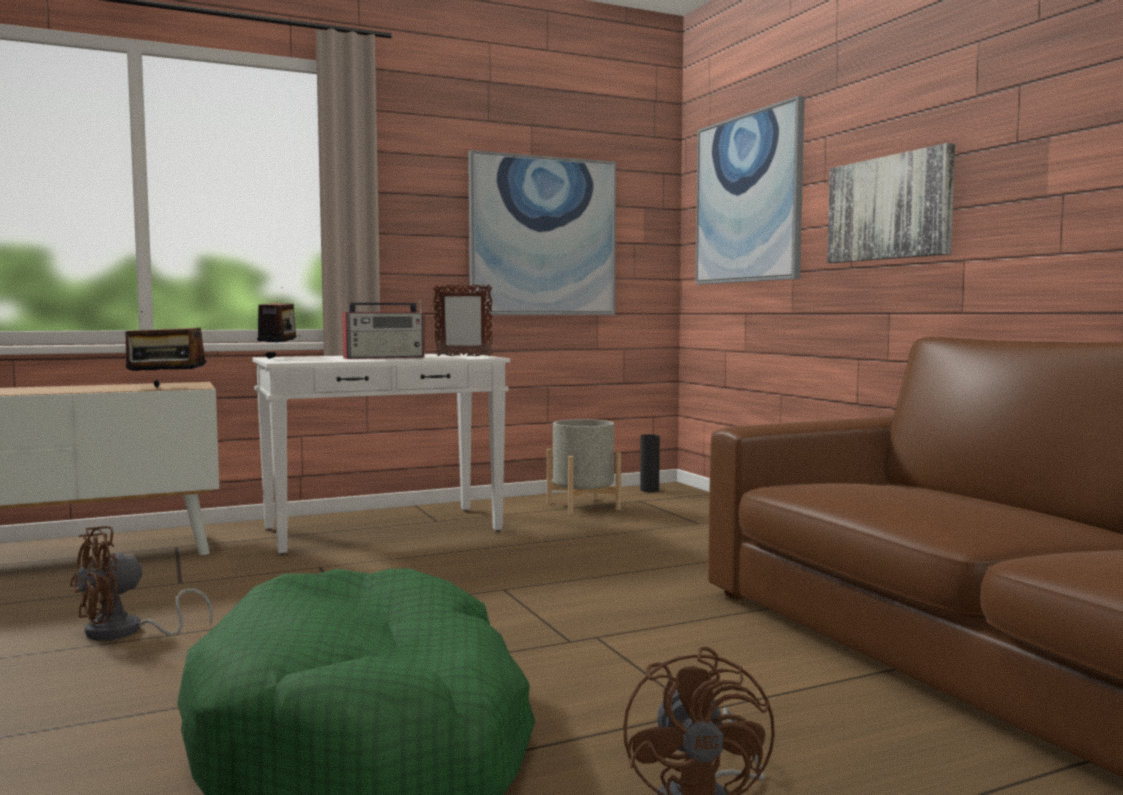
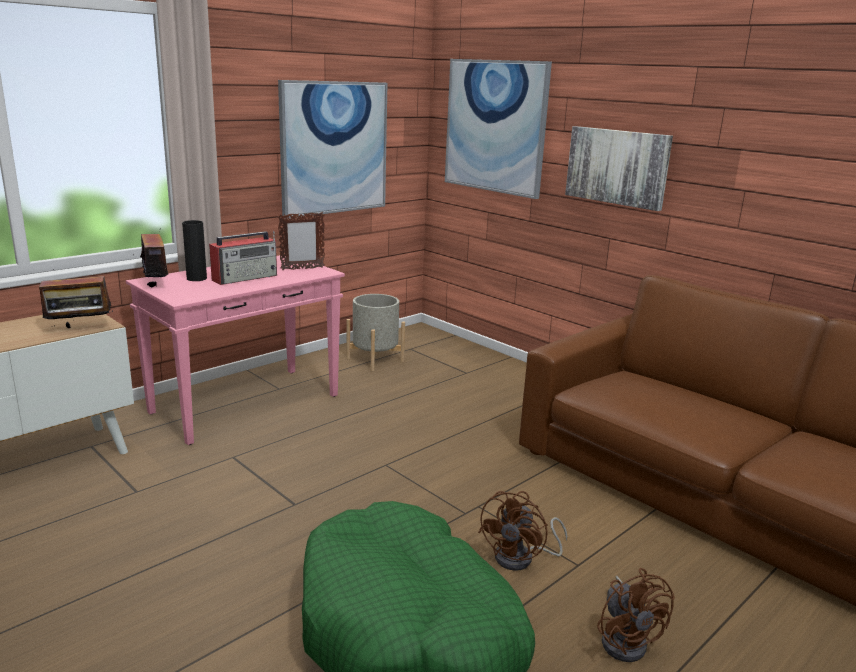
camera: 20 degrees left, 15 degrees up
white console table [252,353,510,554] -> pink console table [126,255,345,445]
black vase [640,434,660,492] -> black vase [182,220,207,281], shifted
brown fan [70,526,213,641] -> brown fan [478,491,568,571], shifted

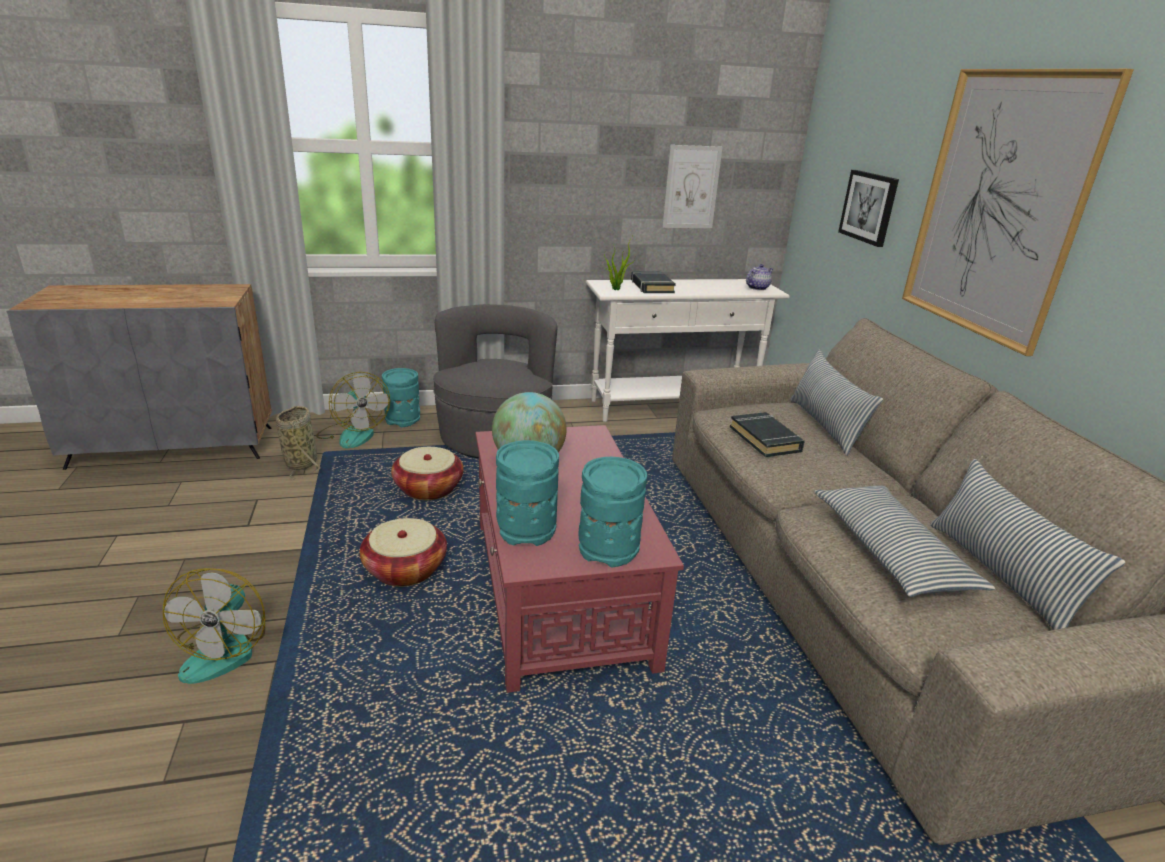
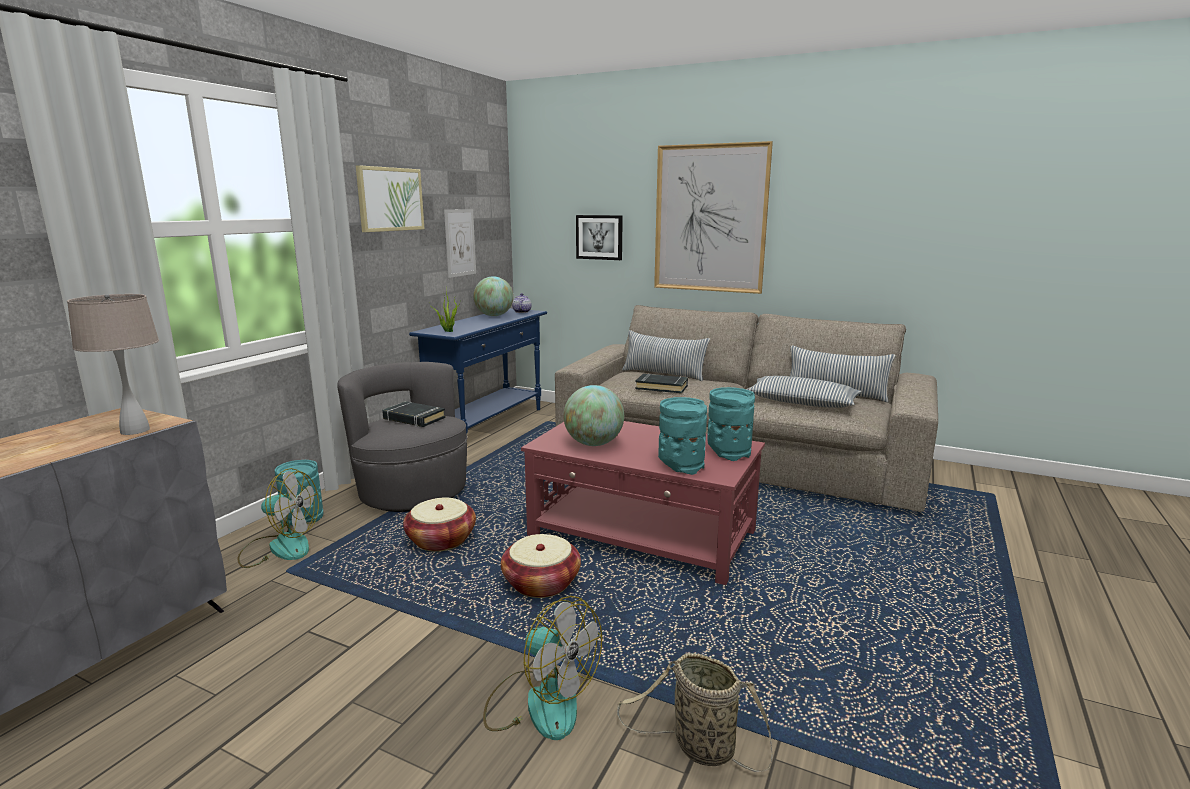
camera: 50 degrees left, 10 degrees down
none -> beige table lamp [67,294,159,435]
none -> picture [356,165,425,232]
black book [631,271,676,293] -> black book [382,401,446,427], shifted
white console table [585,279,790,422] -> blue console table [409,308,547,441]
none -> globe [474,276,513,316]
basket [276,406,321,479] -> basket [617,653,773,772], shifted

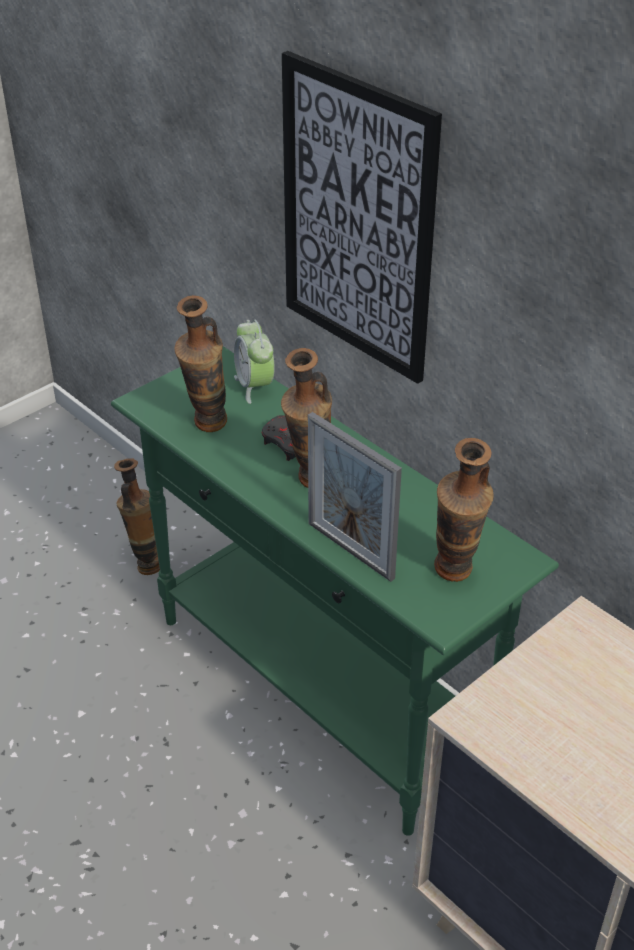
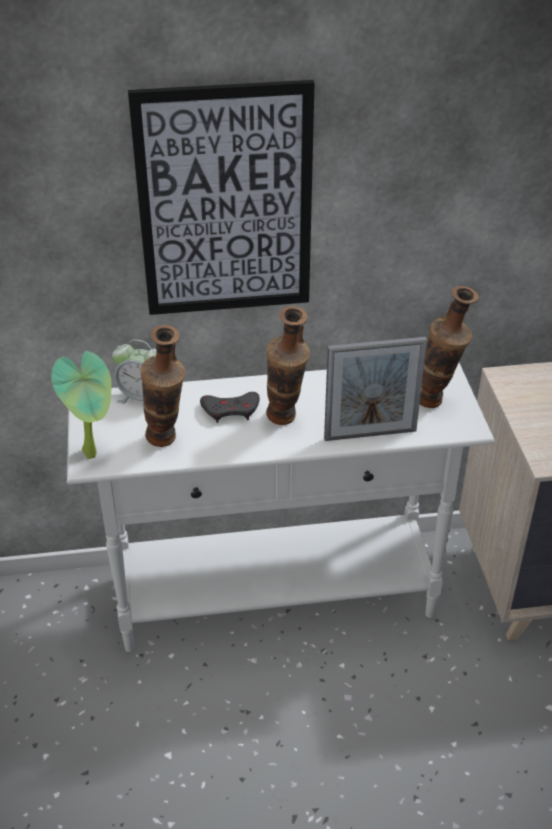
camera: 55 degrees left, 0 degrees up
none -> potted plant [51,351,111,459]
green console table [111,346,559,836] -> white console table [67,363,495,652]
vase [114,459,160,575] -> none

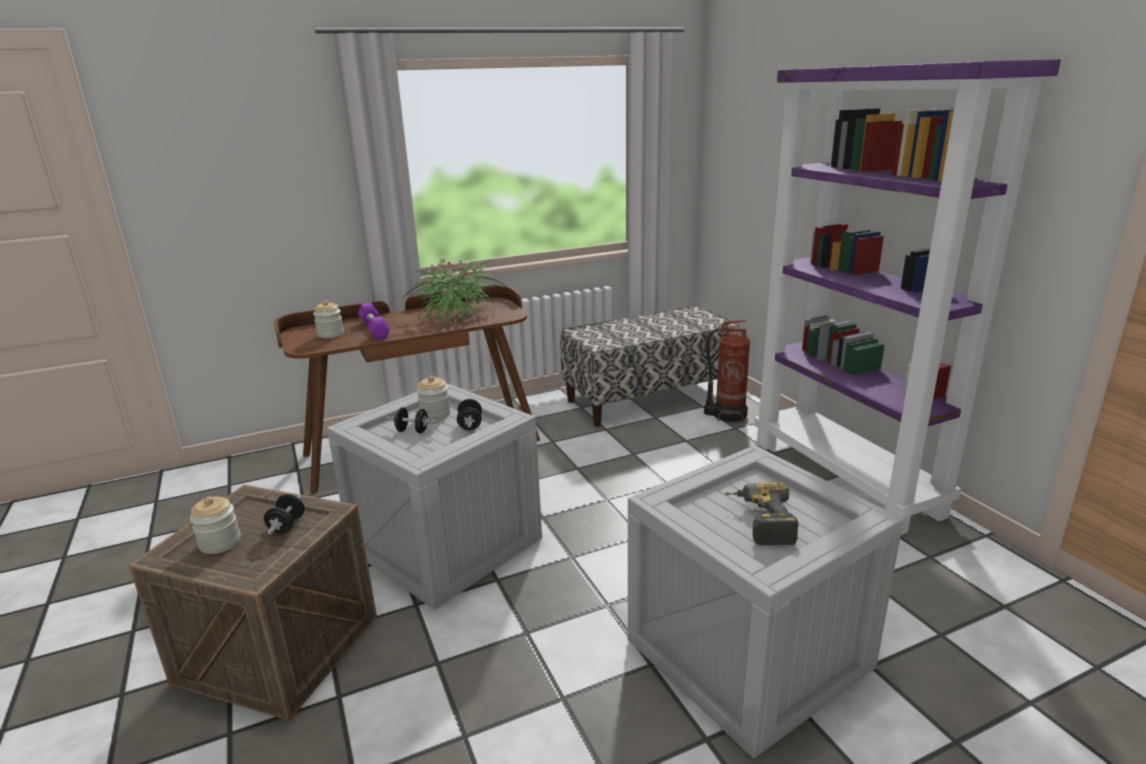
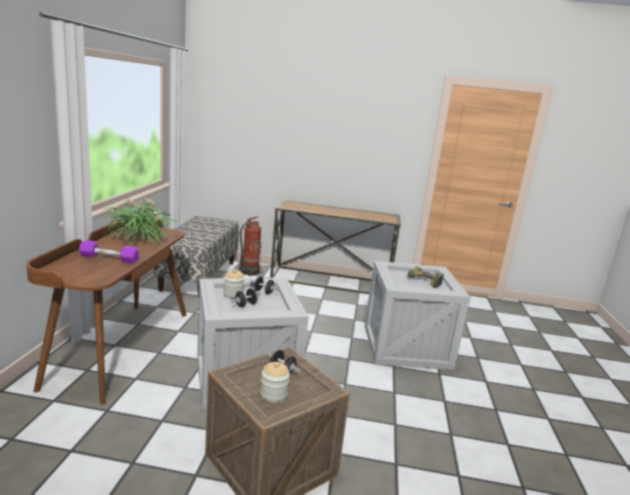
camera: 60 degrees left, 5 degrees down
purple bookcase [754,59,1061,535] -> console table [270,200,401,294]
jar [313,300,344,338] -> none

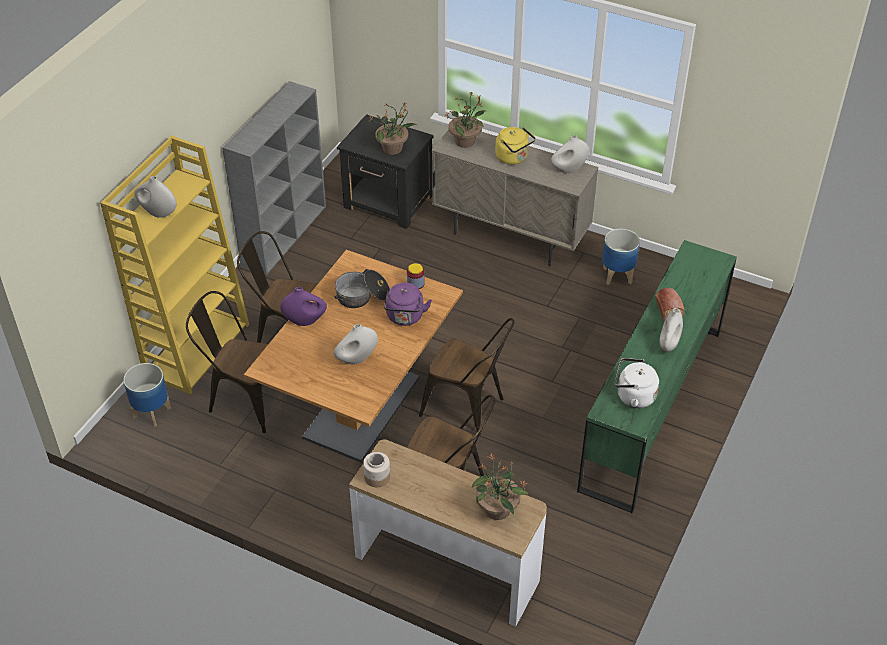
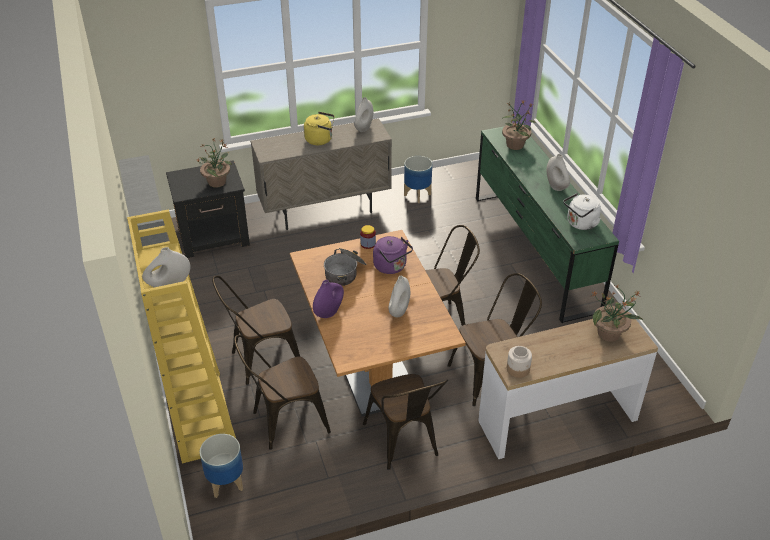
camera: 45 degrees left, 5 degrees down
none -> brown chair [363,374,448,470]
potted plant [444,92,485,148] -> potted plant [502,101,536,150], shifted
bread [655,288,684,322] -> none

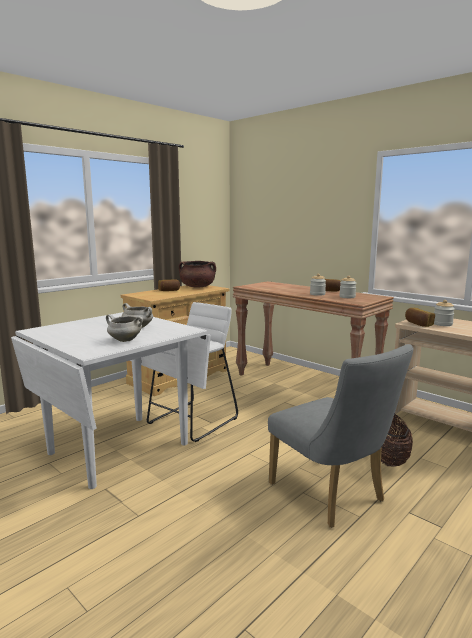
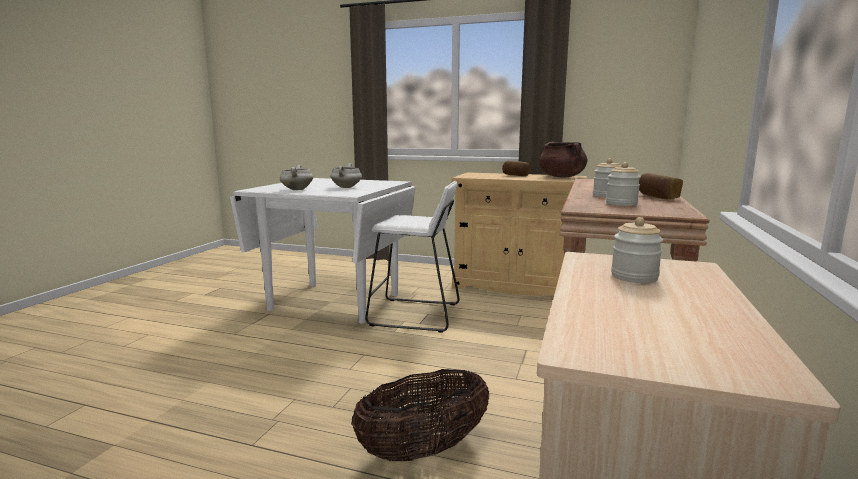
camera: 65 degrees right, 0 degrees up
grey chair [268,344,413,528] -> none
bread [405,308,435,327] -> none

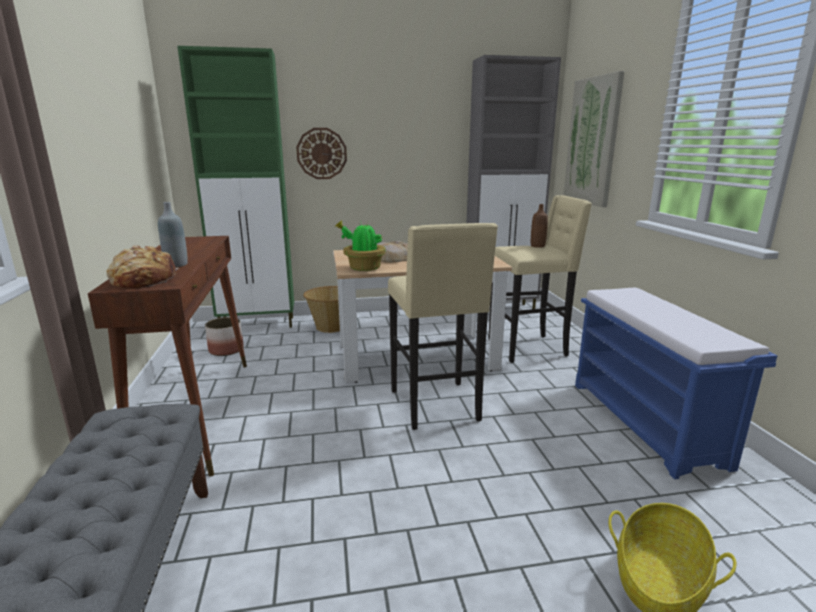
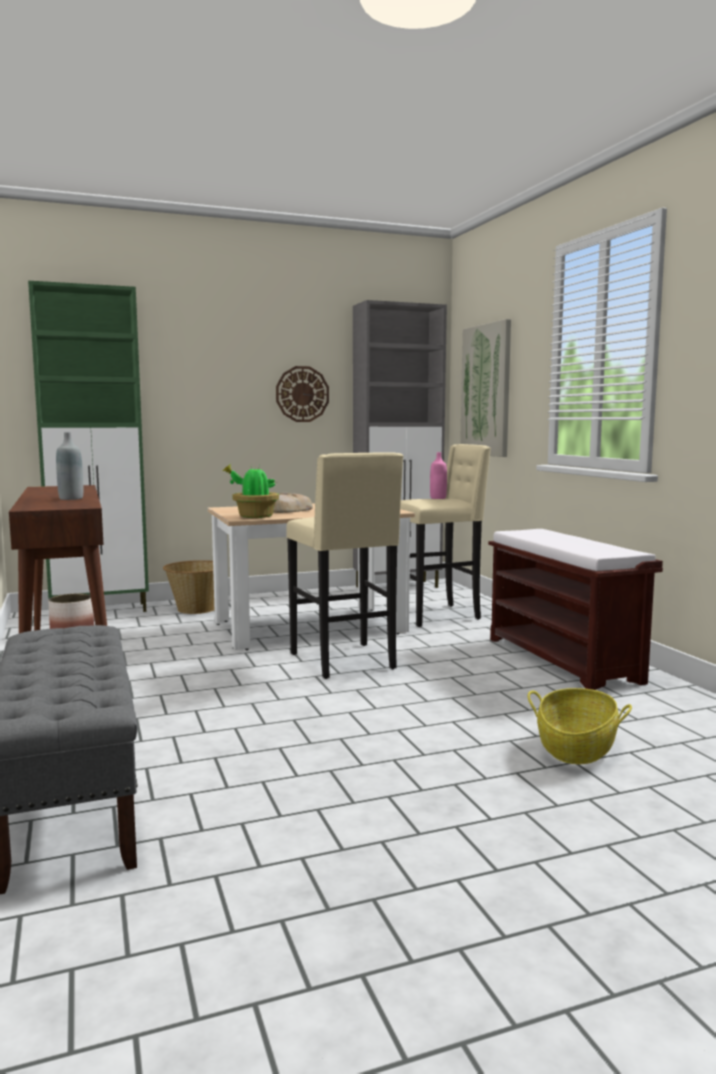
camera: 10 degrees left, 10 degrees down
wall clock [296,128,347,179] -> wall clock [276,366,329,422], shifted
brown bottle [531,204,548,248] -> pink bottle [430,452,447,499]
blue bench [575,288,777,479] -> brown bench [488,529,663,690]
bread [107,245,179,288] -> none

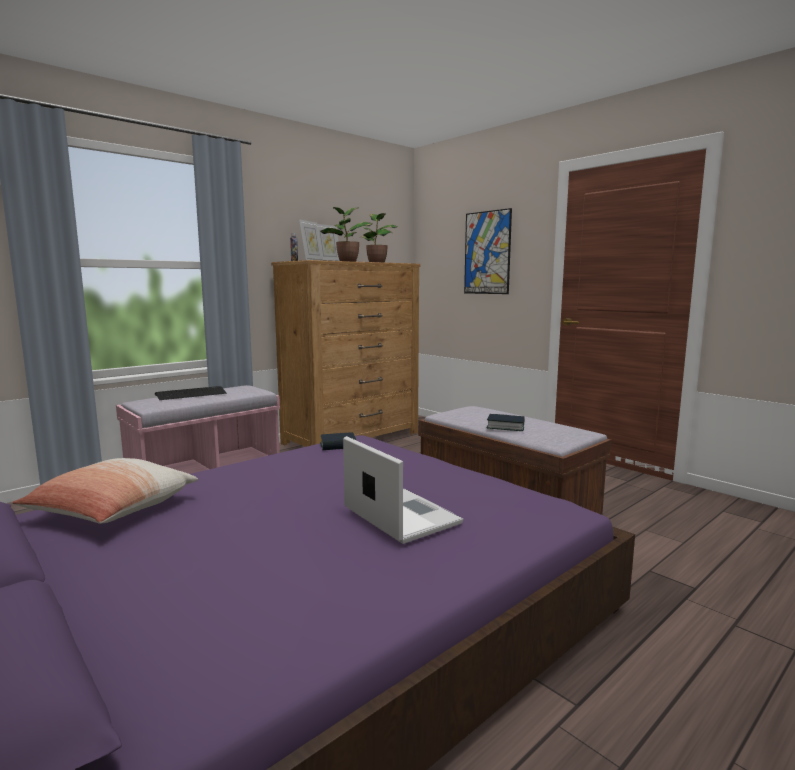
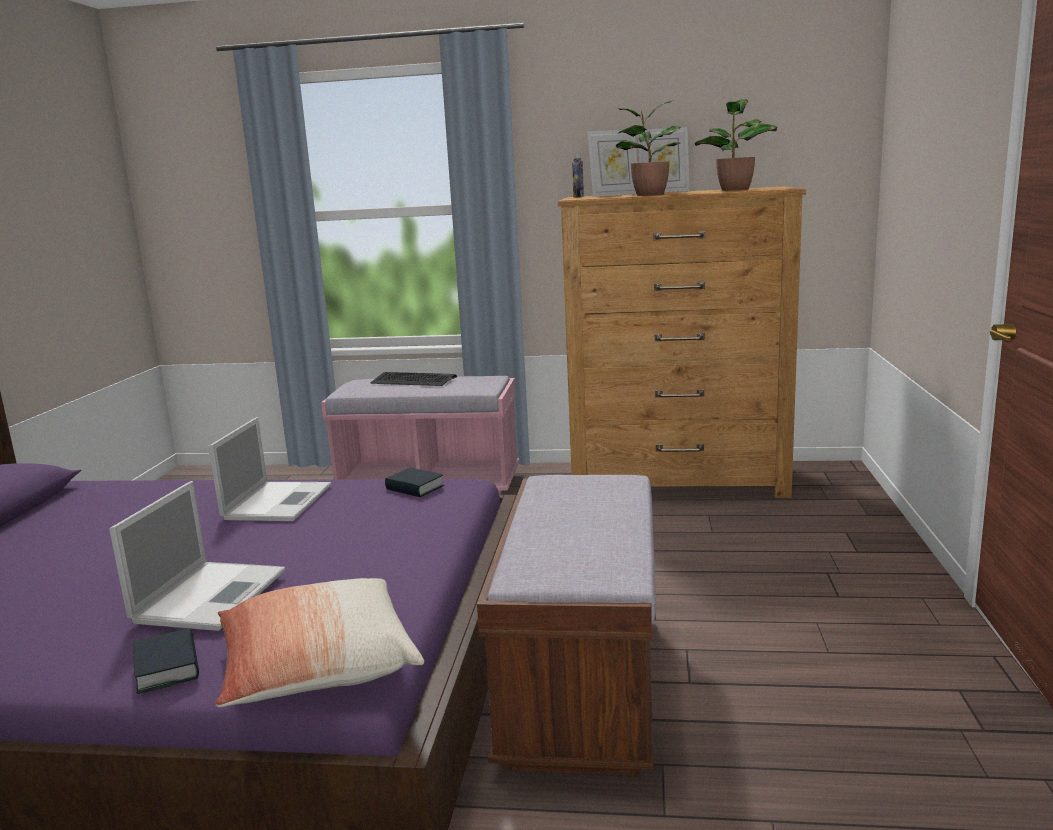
camera: 50 degrees right, 5 degrees up
book [487,414,525,431] -> book [133,628,199,694], shifted
none -> laptop [208,417,331,521]
pillow [12,458,198,524] -> pillow [216,578,424,707], shifted
picture [464,208,512,294] -> none

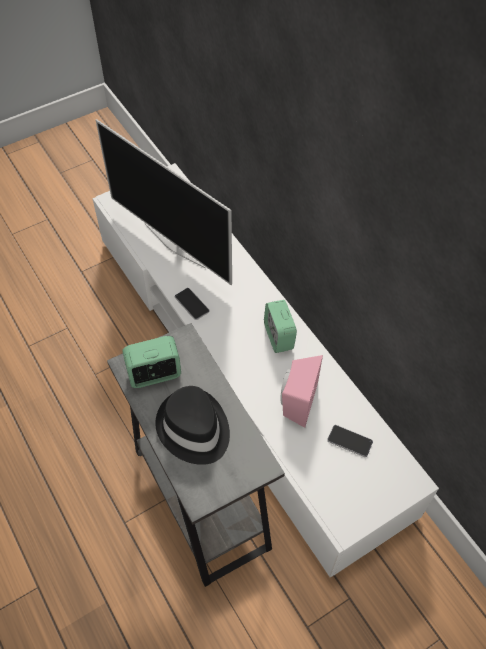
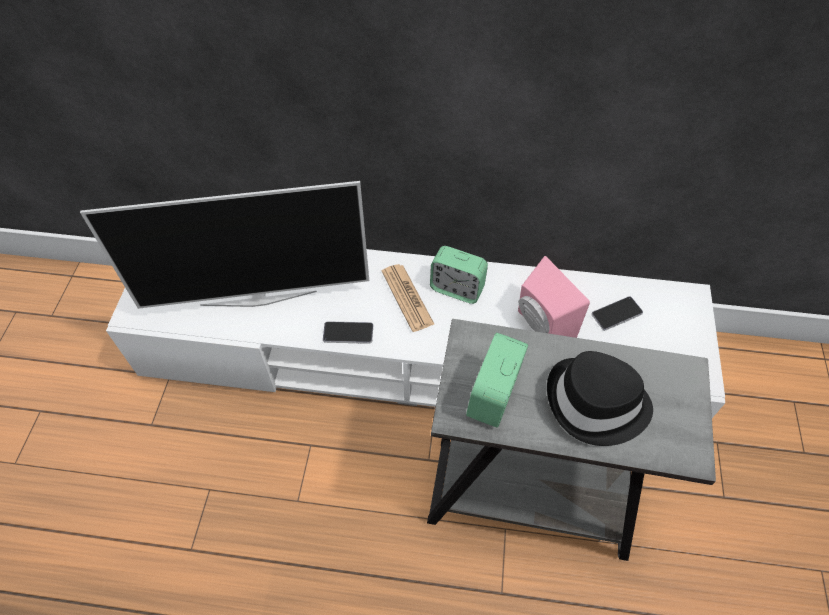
camera: 50 degrees left, 0 degrees up
none -> newspaper [382,264,435,332]

